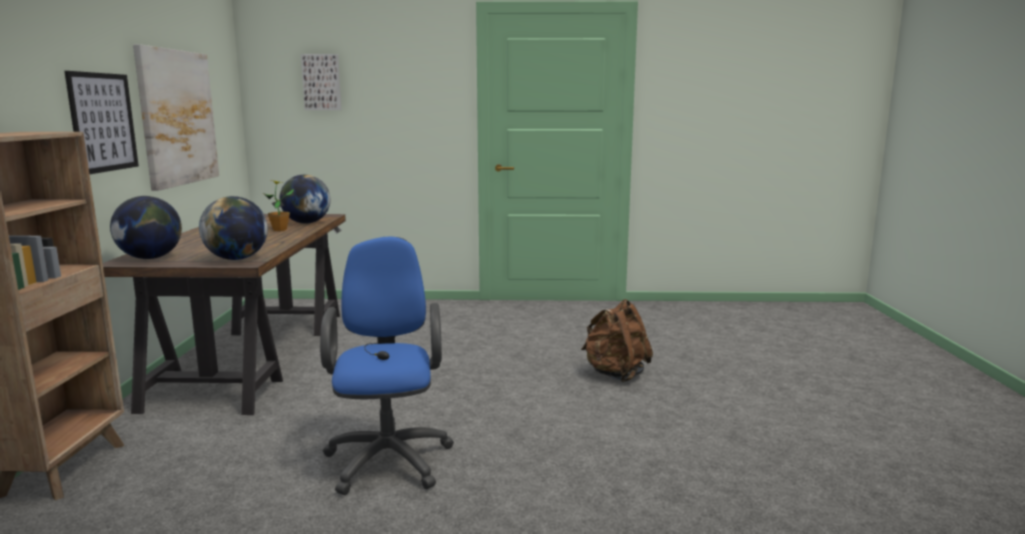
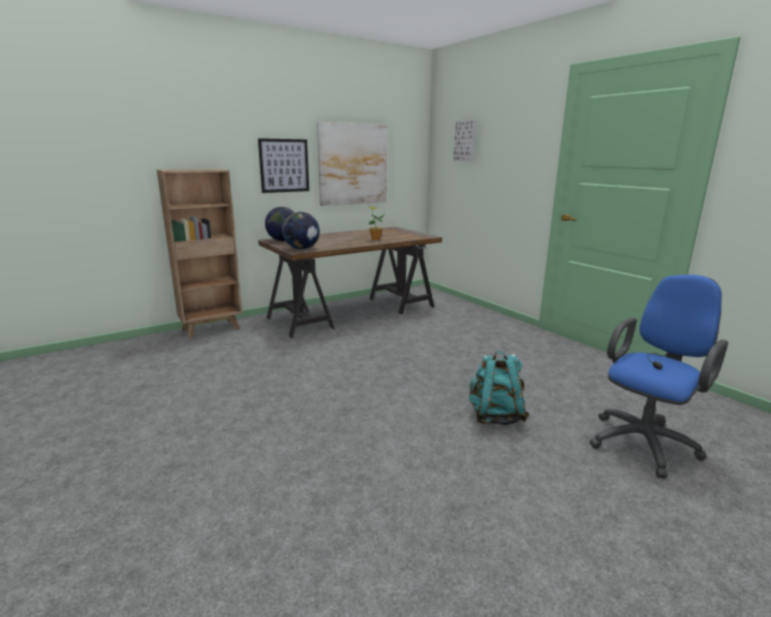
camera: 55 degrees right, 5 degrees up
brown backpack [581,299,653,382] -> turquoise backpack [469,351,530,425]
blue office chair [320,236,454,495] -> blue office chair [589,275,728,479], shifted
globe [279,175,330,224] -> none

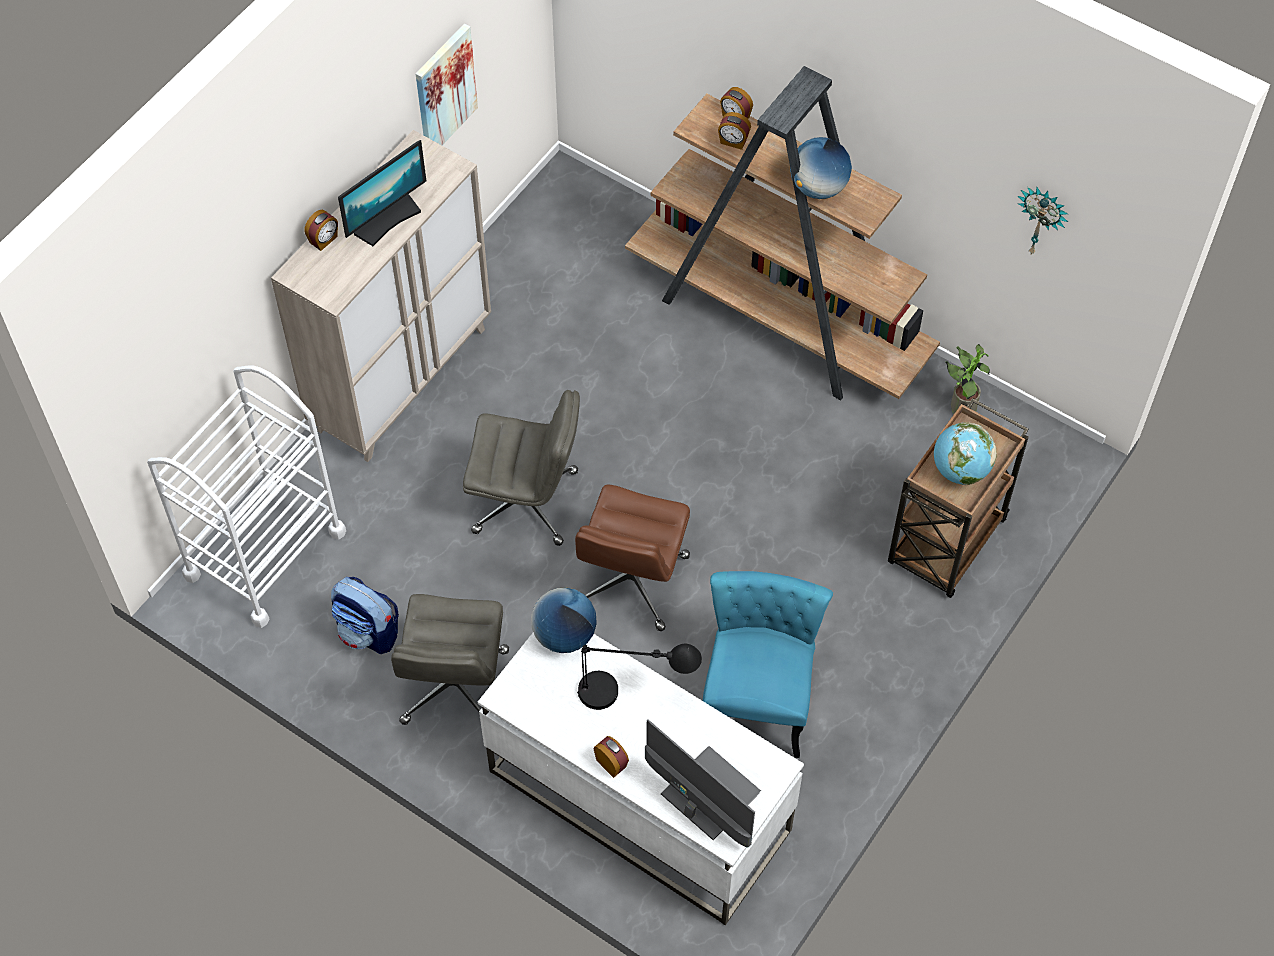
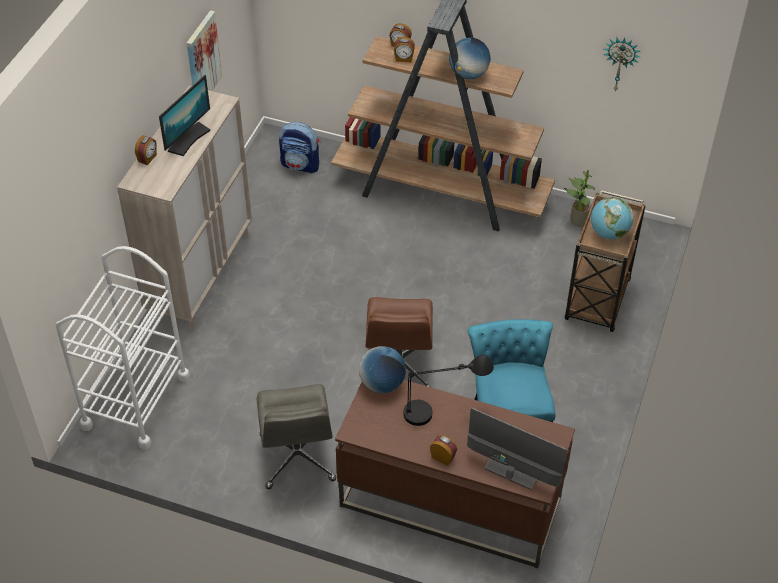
camera: 15 degrees left, 10 degrees down
backpack [331,577,399,654] -> backpack [279,122,319,174], shifted
white desk [478,632,804,925] -> brown desk [335,380,575,568]
grey office chair [463,390,580,546] -> none

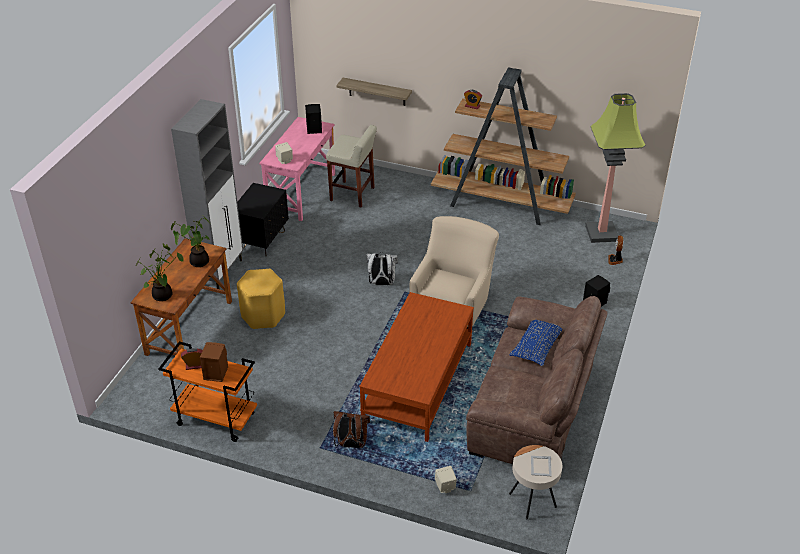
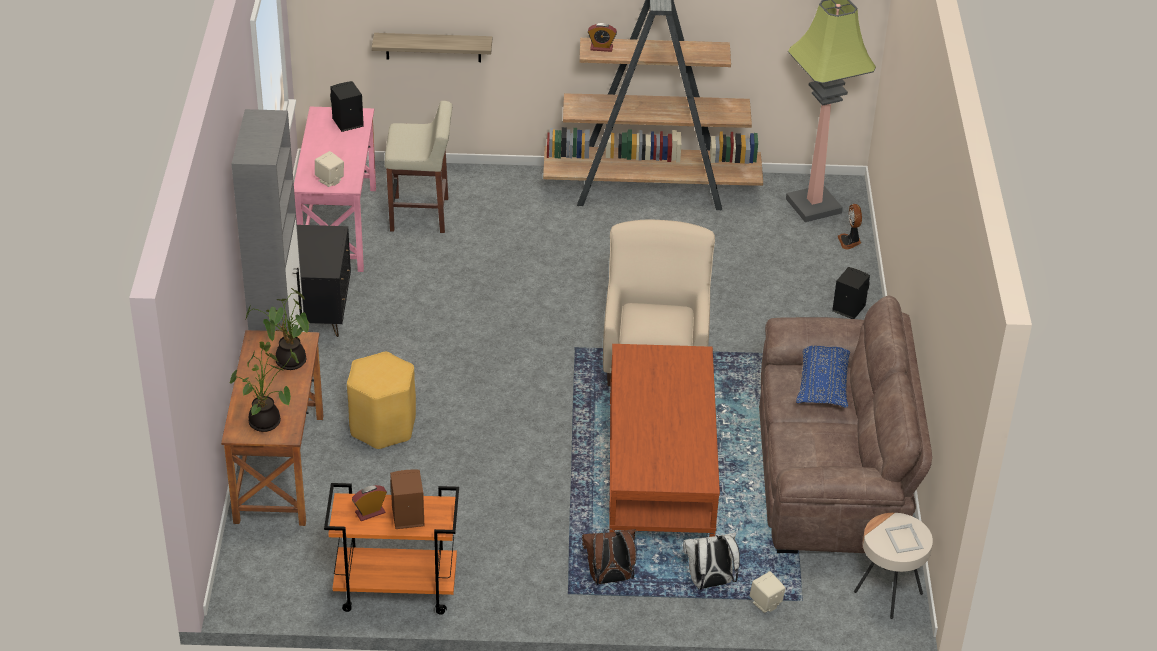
camera: 20 degrees left, 0 degrees up
white backpack [367,252,398,285] -> white backpack [683,532,740,590], shifted

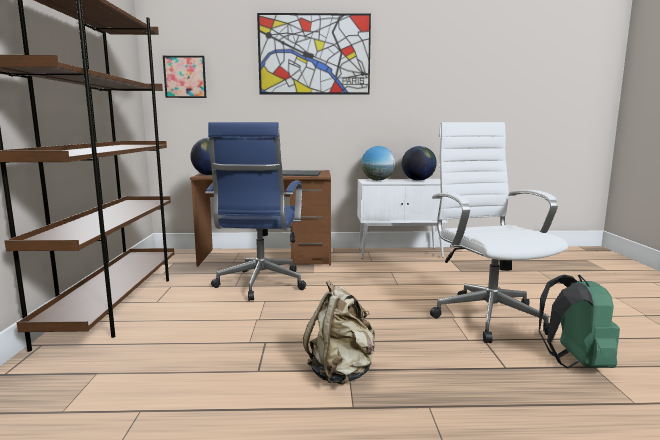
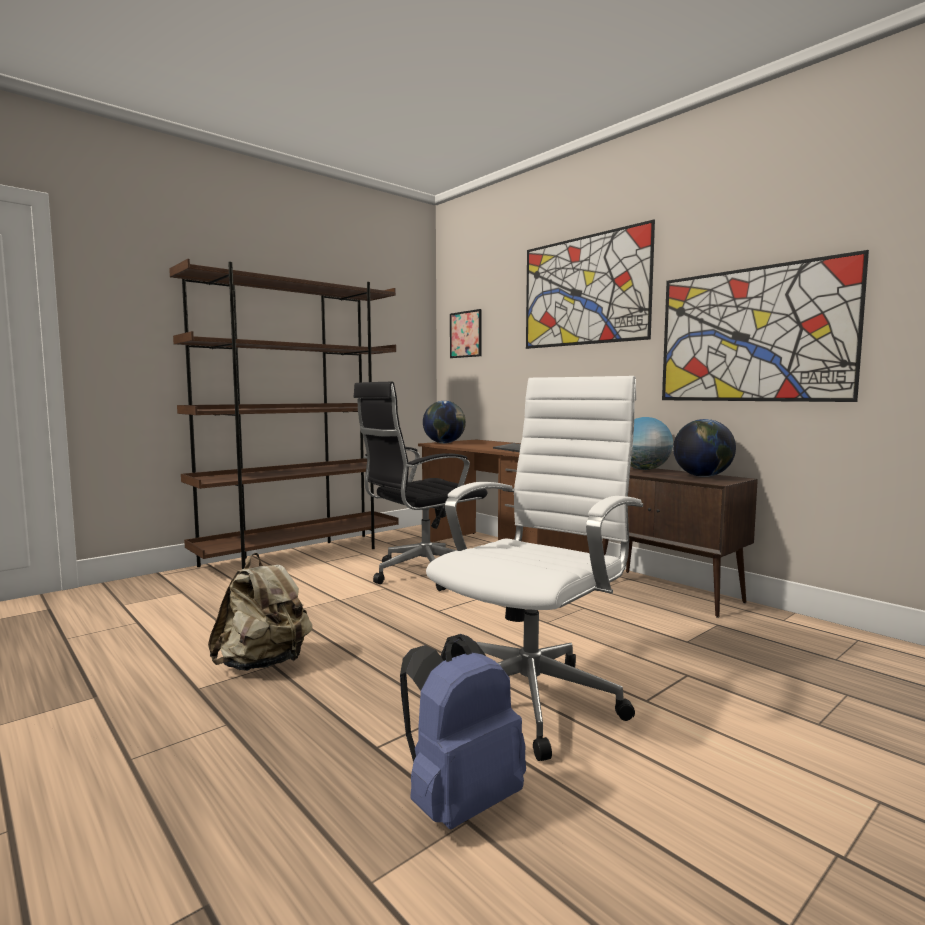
camera: 50 degrees right, 5 degrees down
blue office chair [205,122,306,301] -> black office chair [353,382,487,591]
green backpack [539,275,620,369] -> blue backpack [400,634,526,829]
white cabinet [357,179,448,259] -> brown cabinet [602,466,758,618]
none -> picture [662,250,869,402]

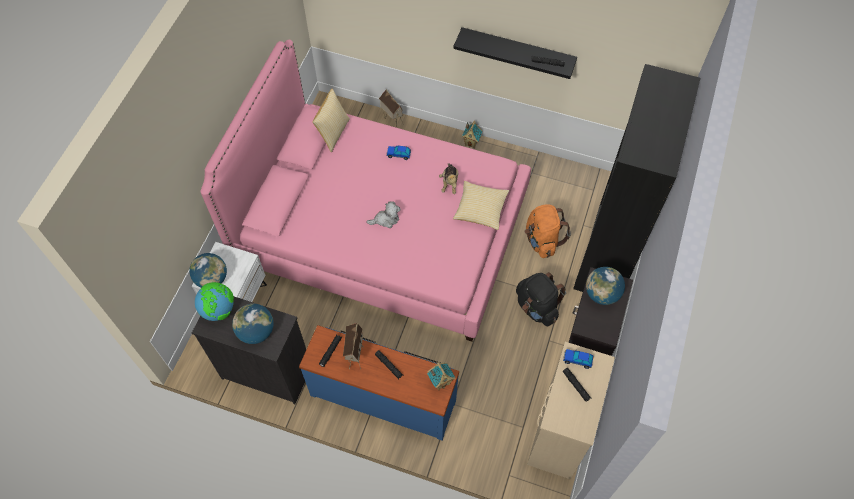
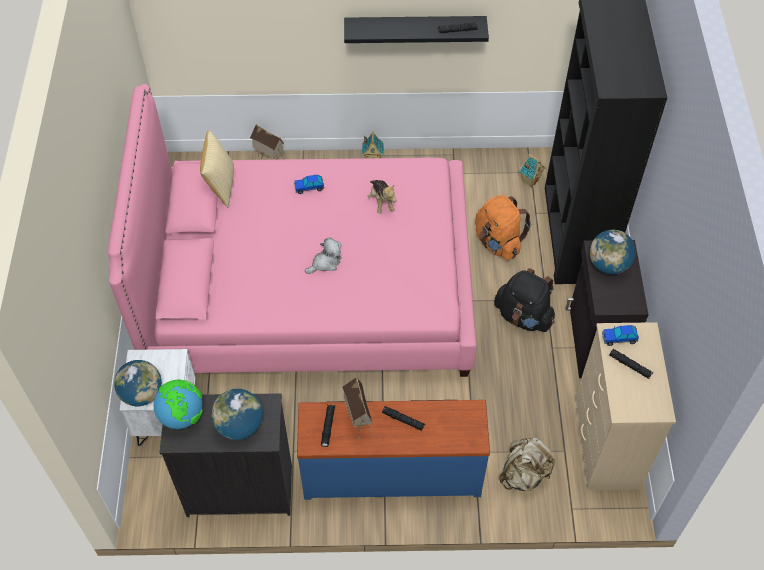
camera: 20 degrees left, 5 degrees down
none -> beige backpack [499,438,555,491]
toy house [427,362,455,390] -> toy house [519,154,546,188], shifted
pillow [453,181,509,230] -> none

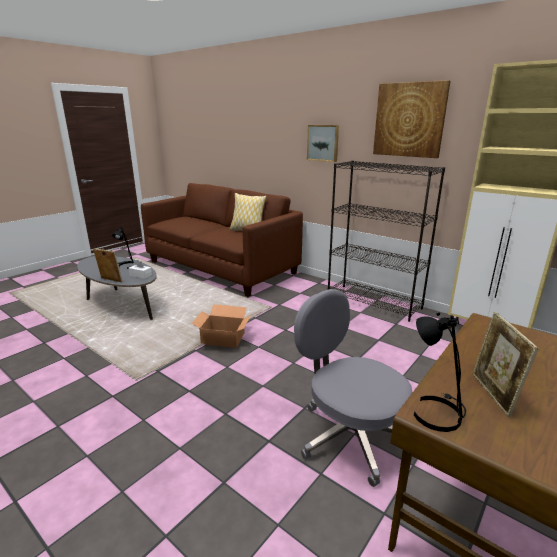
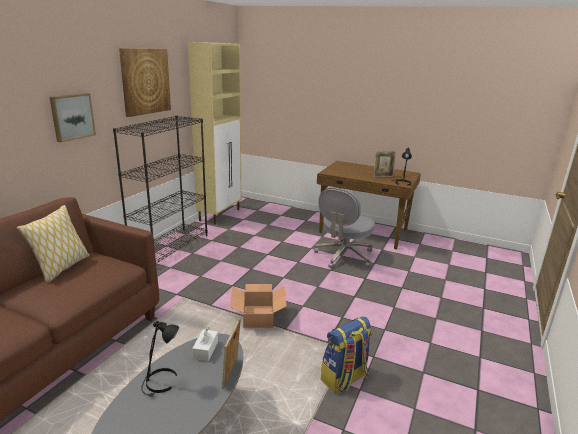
camera: 105 degrees left, 0 degrees up
none -> backpack [321,316,372,394]

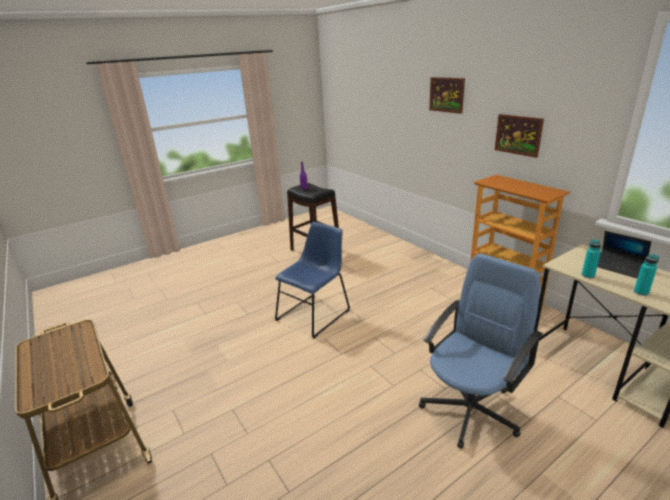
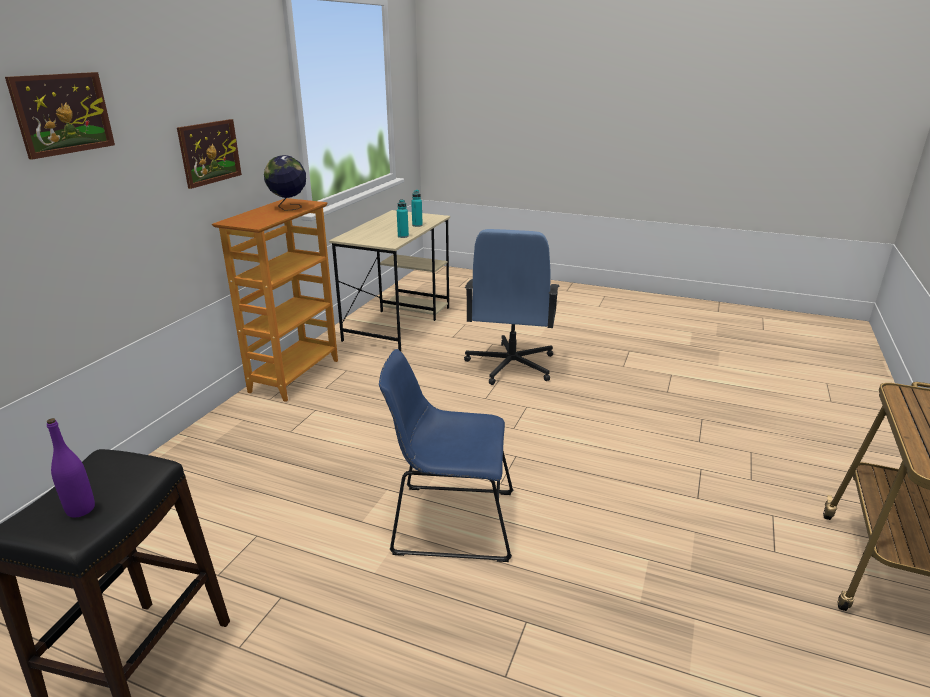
camera: 125 degrees left, 0 degrees up
none -> globe [264,155,306,211]
blue office chair [419,254,543,449] -> blue office chair [464,229,560,385], 90 degrees counterclockwise
laptop [597,231,651,278] -> none

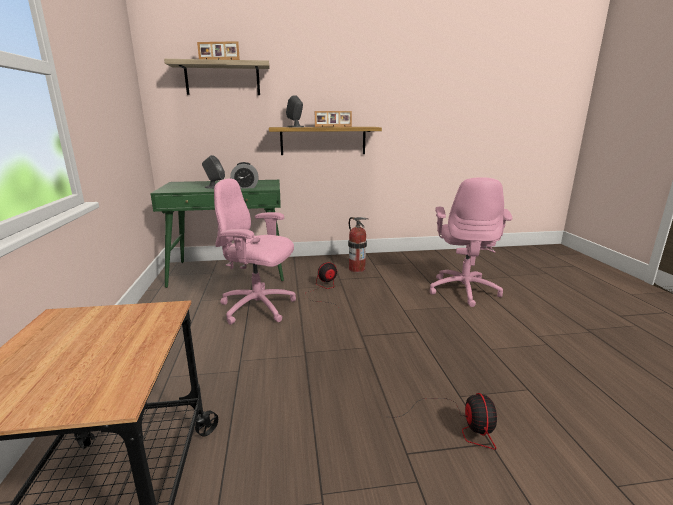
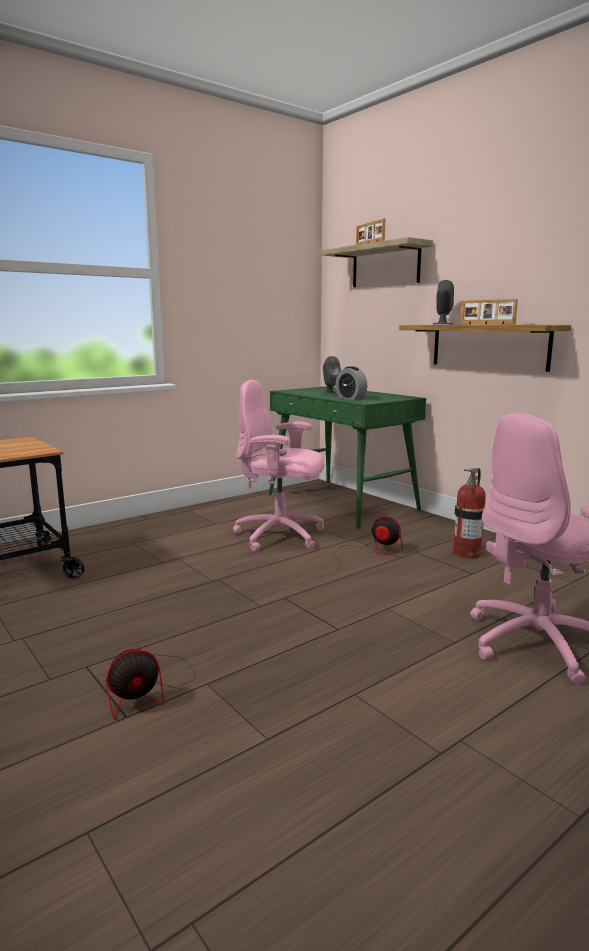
camera: 60 degrees right, 5 degrees down
pink office chair [214,179,296,325] -> pink office chair [233,380,325,551], 60 degrees counterclockwise

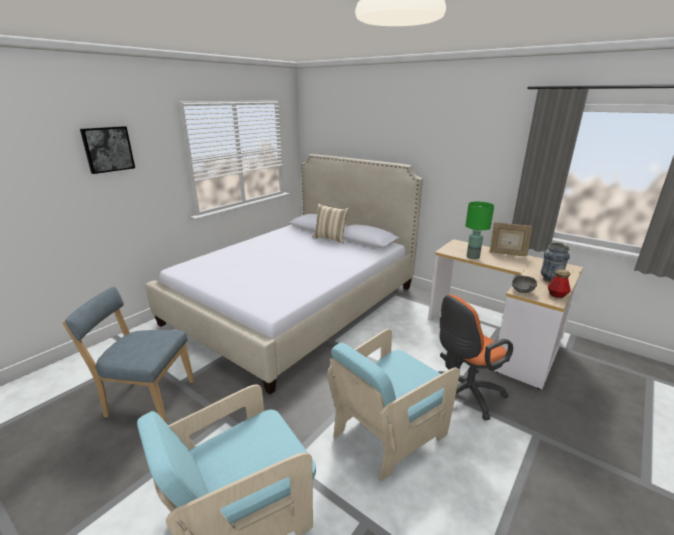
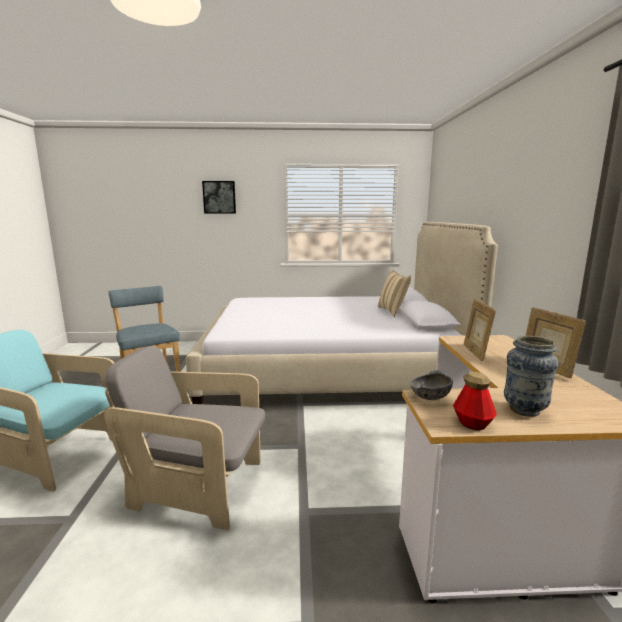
camera: 50 degrees right, 10 degrees down
turquoise armchair [327,329,460,481] -> grey armchair [104,346,265,530]
green table lamp [465,201,494,259] -> picture frame [464,299,496,362]
orange office chair [439,295,513,420] -> none

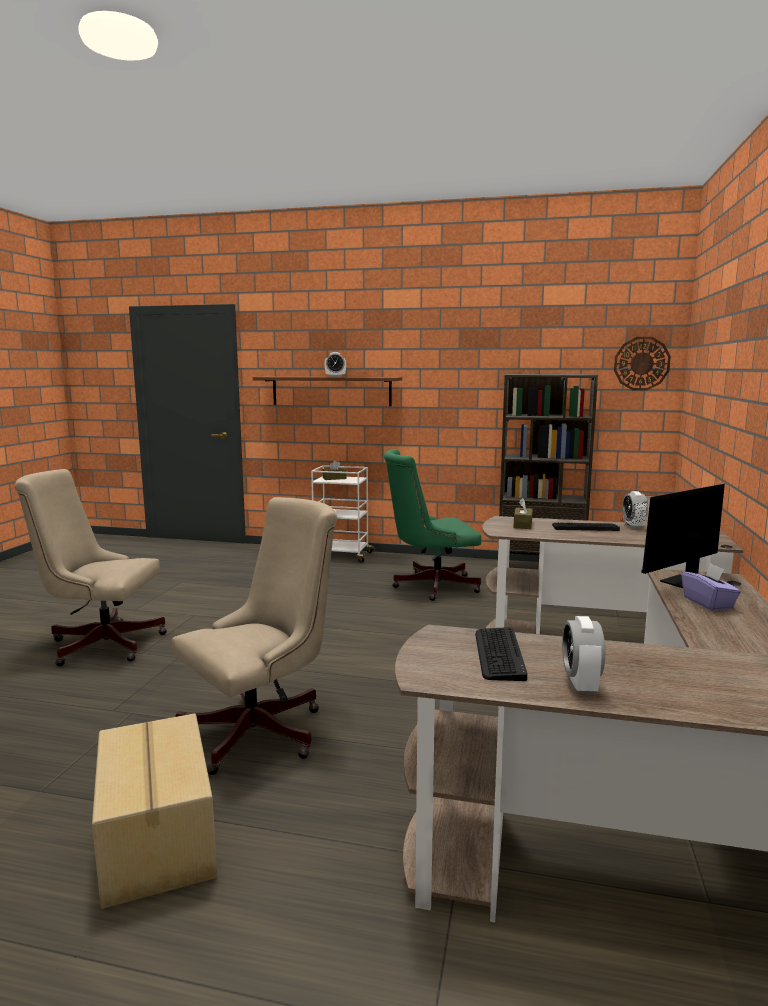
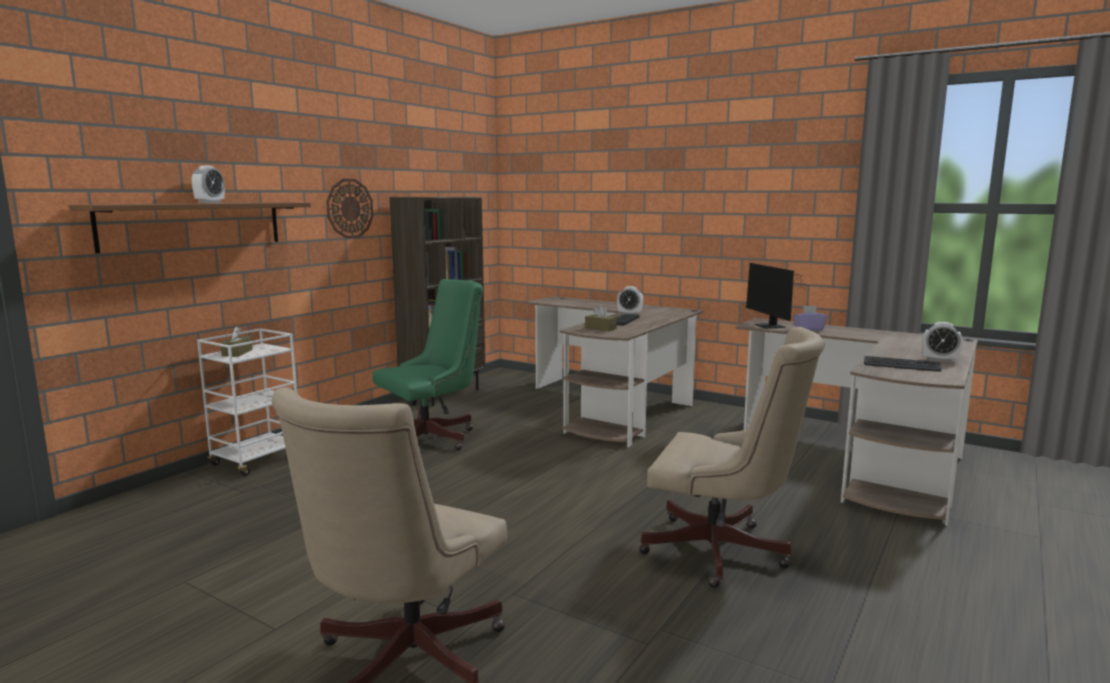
camera: 70 degrees left, 0 degrees up
wall clock [614,337,671,390] -> wall clock [326,179,373,239], shifted
green office chair [384,449,481,601] -> green office chair [372,279,483,450], 135 degrees counterclockwise
beige office chair [172,497,337,775] -> beige office chair [639,327,825,588], 135 degrees clockwise
cardboard box [92,713,217,909] -> none

